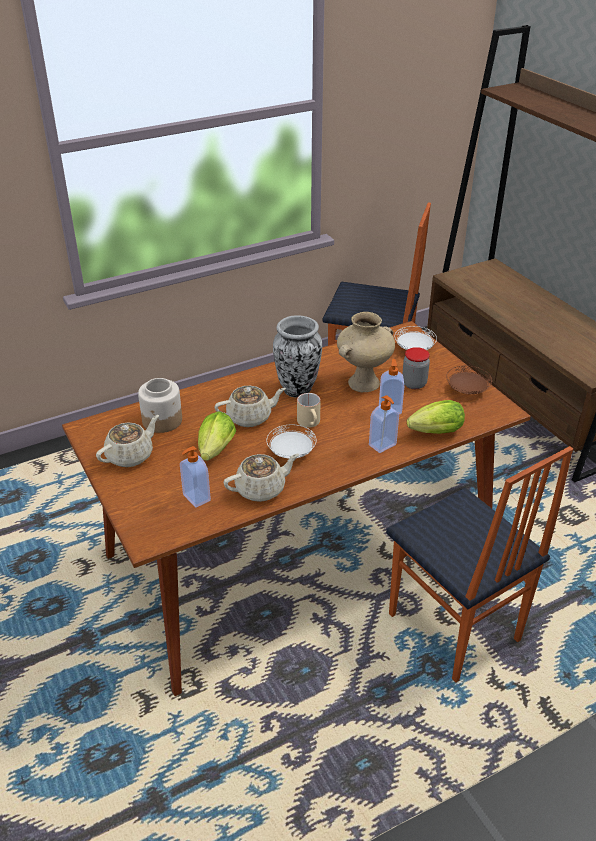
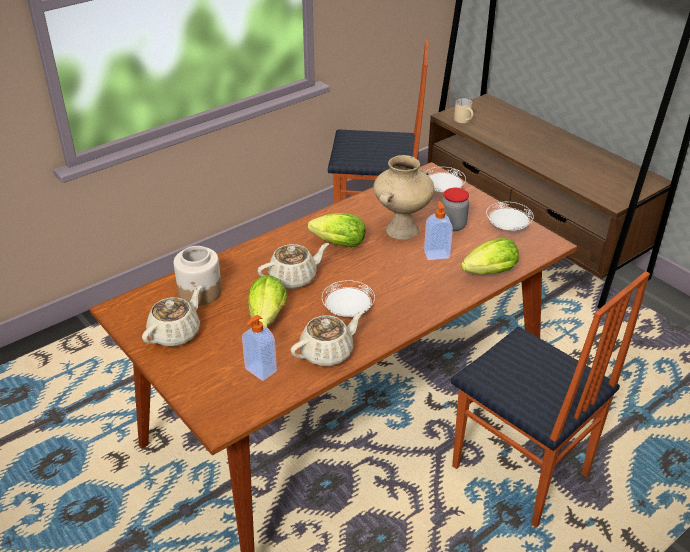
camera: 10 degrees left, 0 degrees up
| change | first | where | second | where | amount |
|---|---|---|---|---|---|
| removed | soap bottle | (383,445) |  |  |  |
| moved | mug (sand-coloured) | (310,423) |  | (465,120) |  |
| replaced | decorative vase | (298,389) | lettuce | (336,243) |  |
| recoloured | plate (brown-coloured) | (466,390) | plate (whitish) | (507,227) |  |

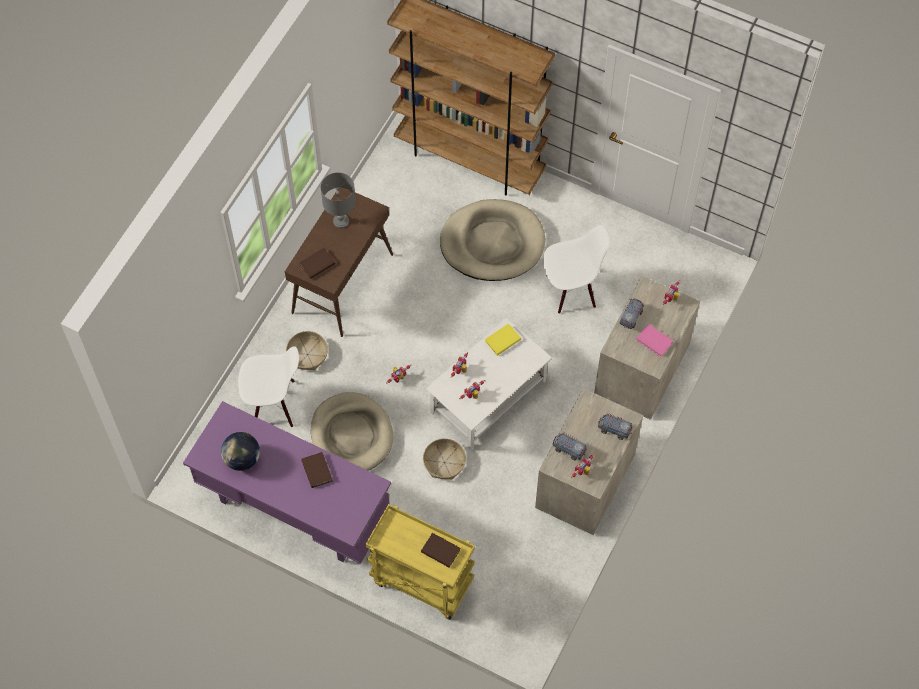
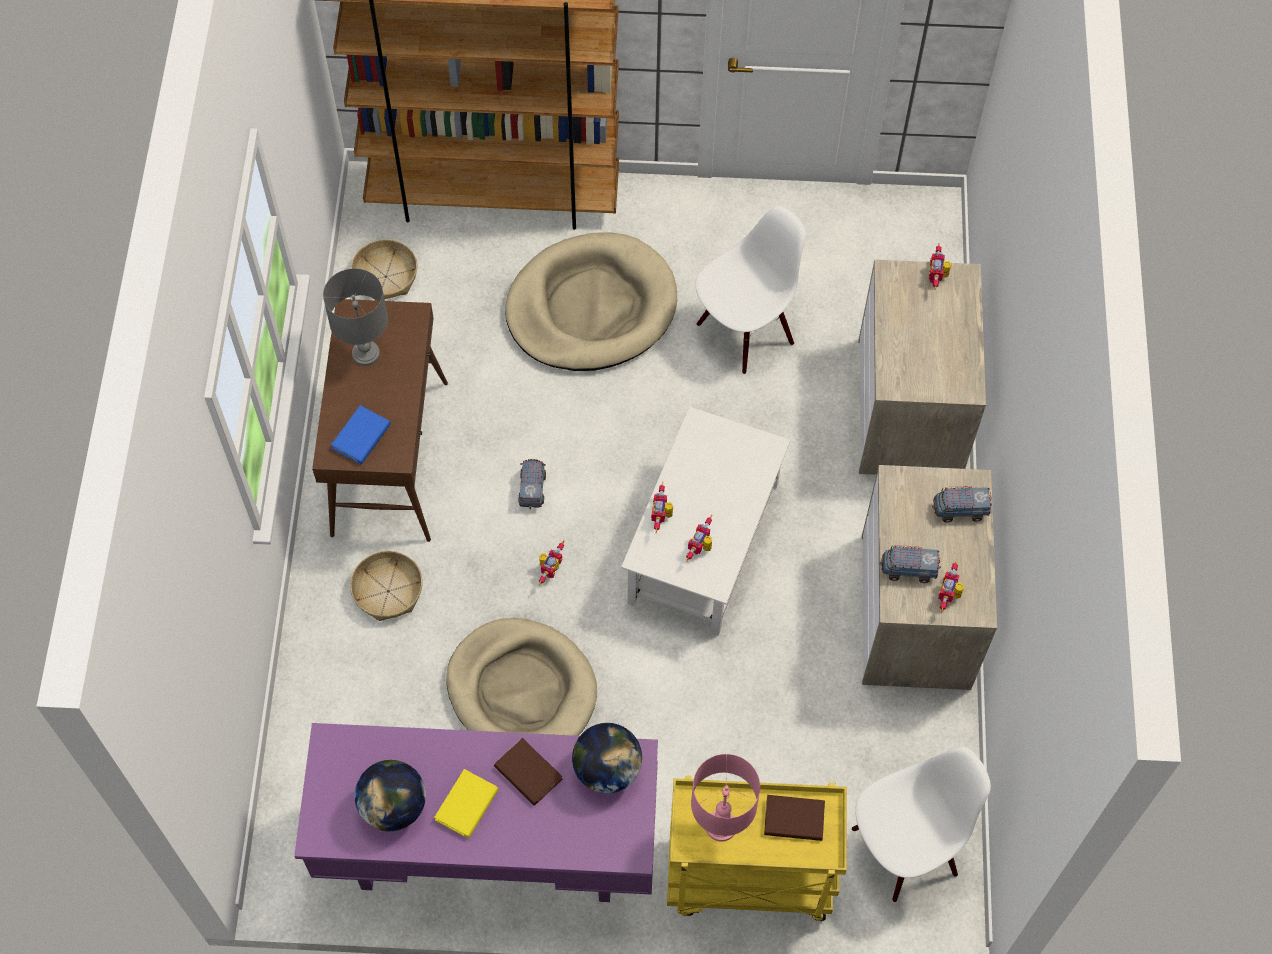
camera: 25 degrees left, 0 degrees up
| change | first | where | second | where | amount |
|---|---|---|---|---|---|
| removed | bound book (pink) | (654,341) |  |  |  |
| added |  |  | world globe | (607,769) |  |
| added |  |  | lamp for a table (pink) | (720,827) |  |
| moved | plain chair (whitish) | (274,404) |  | (904,849) |  |
| moved | basket | (444,462) |  | (386,276) |  |
| moved | bound book (yellowish) | (503,341) |  | (467,805) |  |
| moved | model truck | (631,317) |  | (532,489) |  |
| recoloured | bound book (brown-coloured) | (317,264) | bound book (blue) | (361,437) |  |

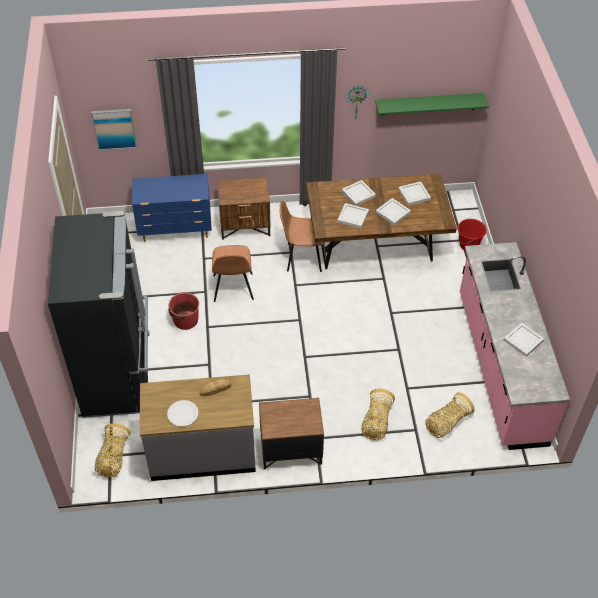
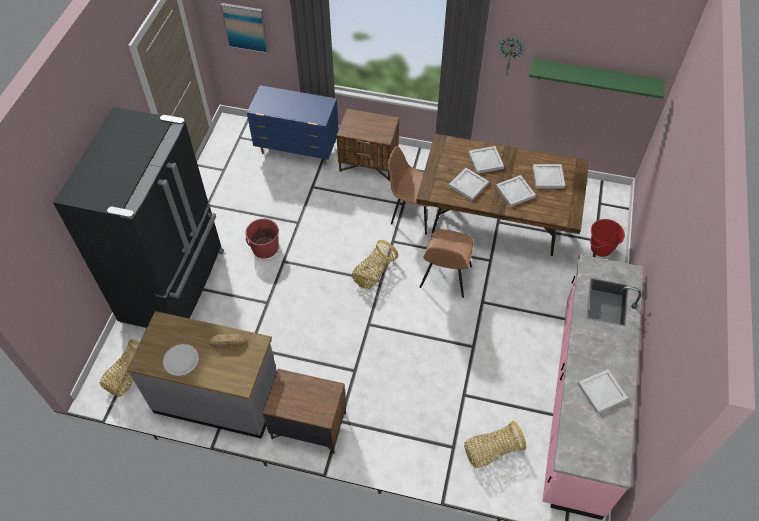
camera: 20 degrees right, 5 degrees up
| change | first | where | second | where | amount |
|---|---|---|---|---|---|
| moved | plain chair (brown-coloured) | (233,288) |  | (445,278) |  |
| moved | basket | (376,422) |  | (373,273) |  |

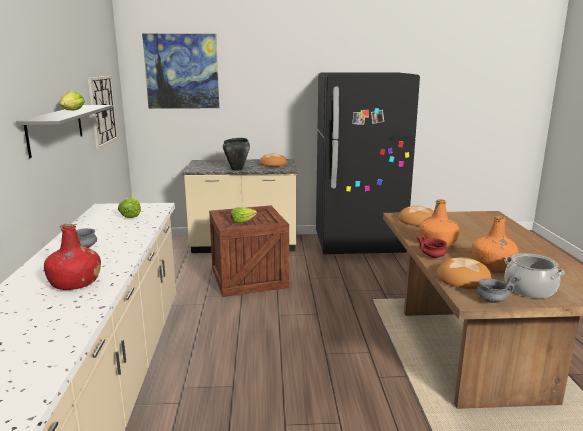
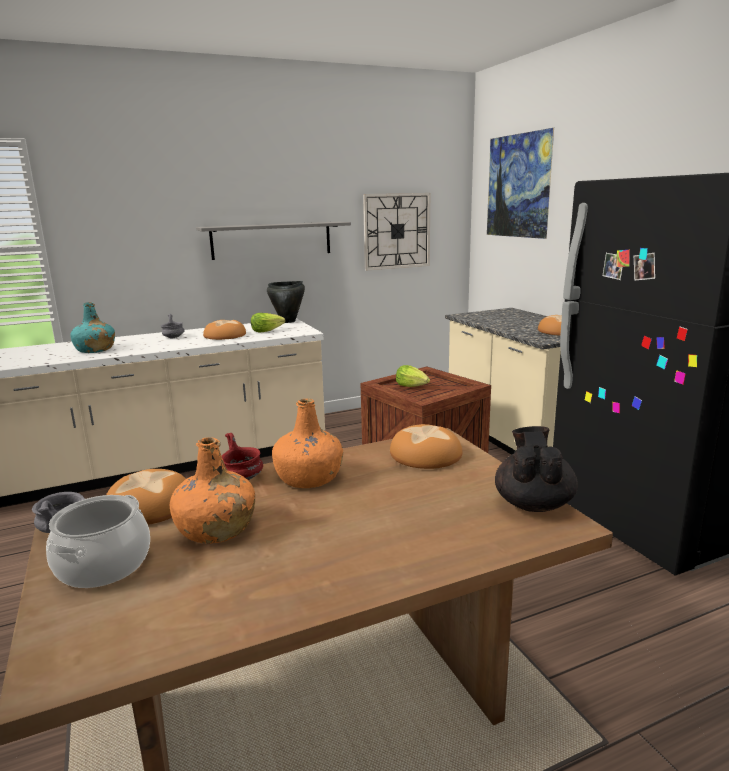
camera: 70 degrees right, 0 degrees up
| change | first | where | second | where | amount |
|---|---|---|---|---|---|
| removed | lettuce | (72,111) |  |  |  |
| added |  |  | bakery bread | (224,335) |  |
| added |  |  | teapot (black) | (533,503) |  |
| moved | stockpot (black) | (237,169) |  | (288,321) |  |
| recoloured | drink bottle (red-coloured) | (75,283) | drink bottle (turquoise-coloured) | (95,350) |  |

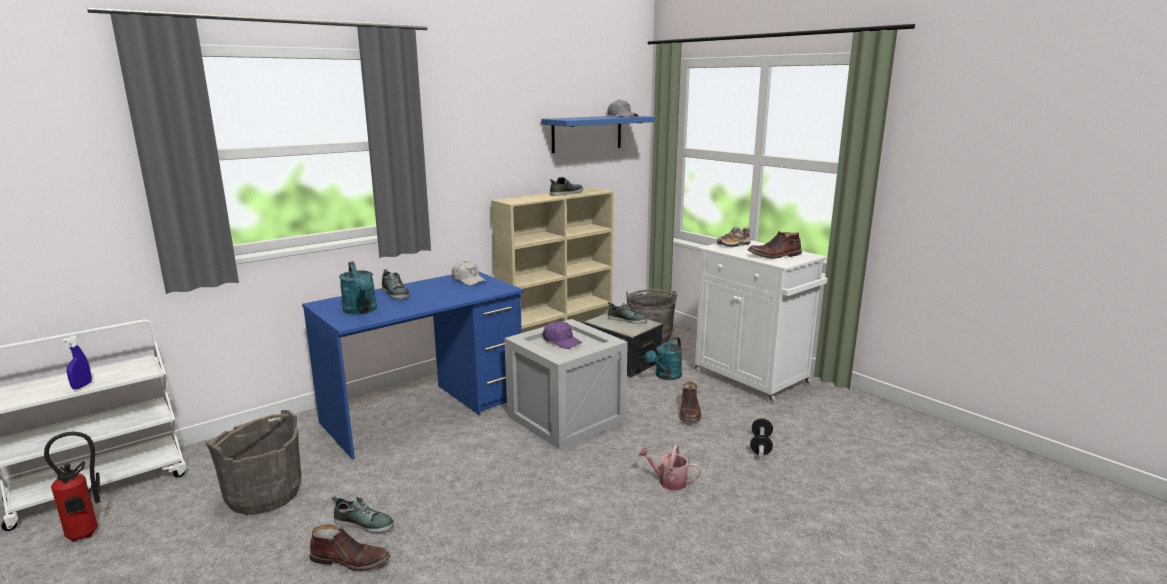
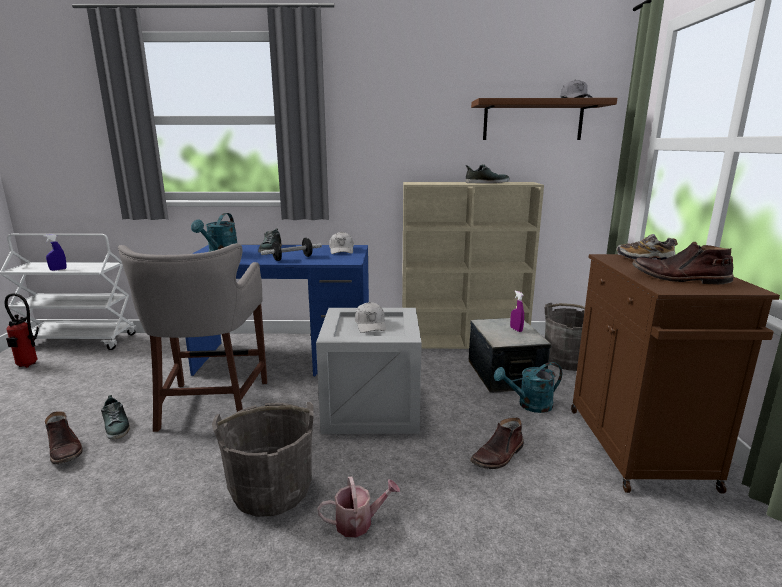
camera: 40 degrees right, 0 degrees up
| change | first | where | second | where | amount |
|---|---|---|---|---|---|
| added |  |  | sitting stool (grey) | (211,406) |  |
| moved | pail (grey) | (264,495) |  | (271,489) |  |
| moved | hand weight | (761,445) |  | (292,258) |  |
| replaced | item of footwear | (627,320) | sprayer (purple) | (516,329) |  |
| recoloured | wall shelf (blue) | (587,133) | wall shelf (brown-coloured) | (533,121) |  |
| recoloured | cap (purple) | (561,341) | cap (whitish) | (370,325) |  |
| recoloured | storage cabinet (whitish) | (752,379) | storage cabinet (brown-coloured) | (639,449) |  |
| turned | sprinkling can | (668,481) |  | (359,522) | 105 degrees clockwise |

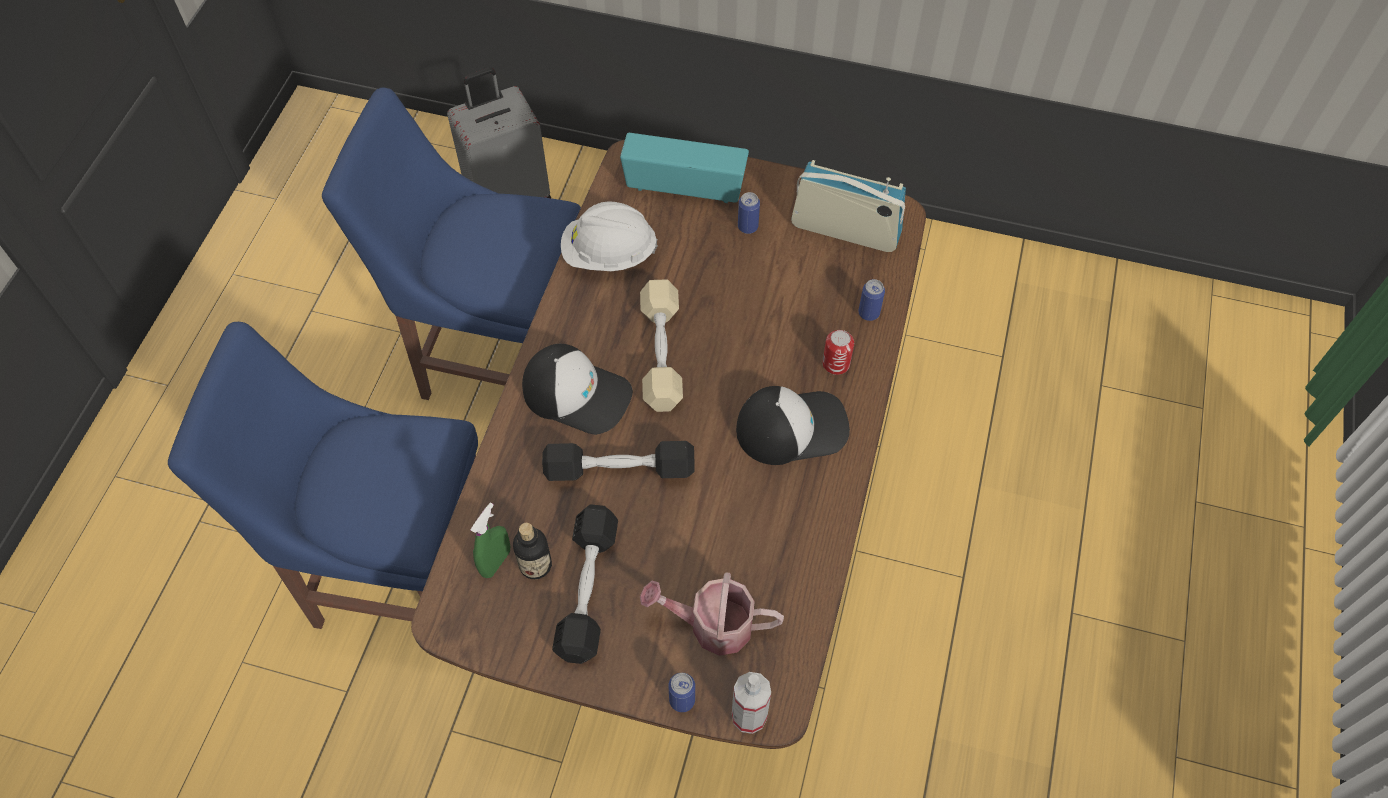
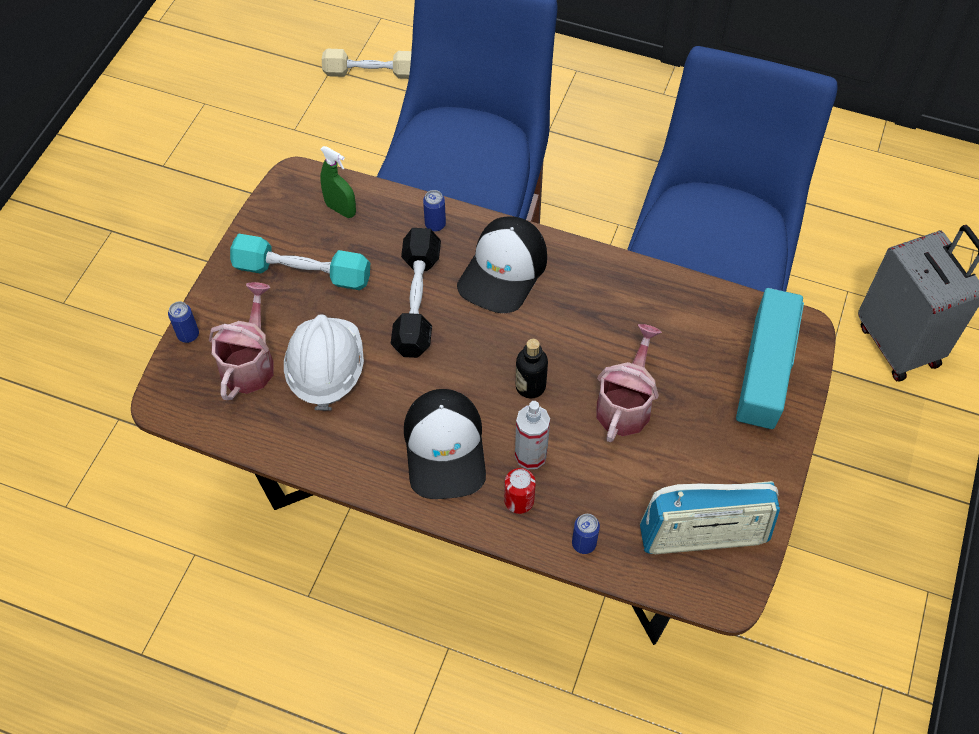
camera: 95 degrees right, 0 degrees up
| change | first | where | second | where | amount |
|---|---|---|---|---|---|
| added |  |  | sprinkling can | (625,403) |  |
| moved | drink bottle | (535,565) |  | (530,386) |  |
| moved | hard hat (whitish) | (609,254) |  | (326,370) |  |
| moved | hand weight (sand-coloured) | (661,354) |  | (371,72) |  |
| moved | sprayer | (749,716) |  | (530,455) |  |
| moved | sealed can | (747,227) |  | (435,224) |  |
| recoloured | hand weight (black) | (587,590) | hand weight (turquoise-coloured) | (302,272) |  |
| turned | radio | (845,230) |  | (703,535) | 60 degrees clockwise |

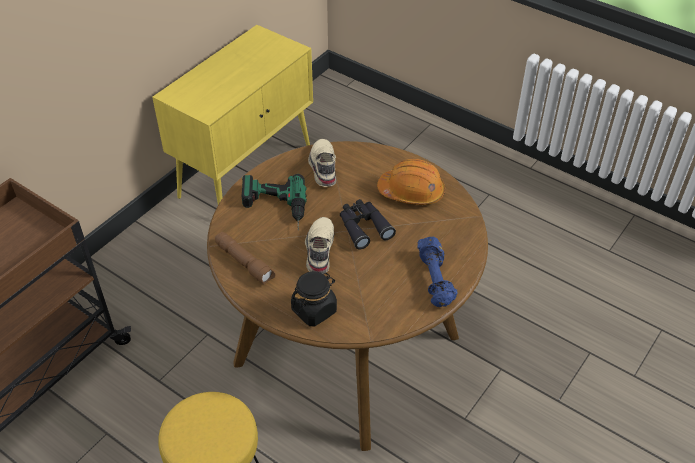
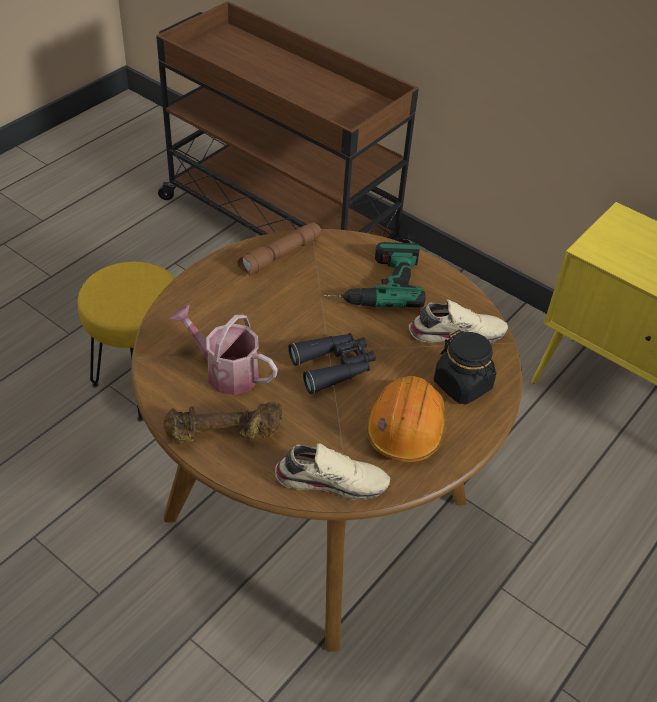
camera: 90 degrees right, 0 degrees up
| change | first | where | second | where | amount |
|---|---|---|---|---|---|
| added |  |  | sprinkling can | (225,371) |  |
| moved | jar (black) | (314,310) |  | (463,385) |  |
| moved | item of footwear (sand-coloured) | (318,250) |  | (332,480) |  |
| recoloured | hand weight (blue) | (436,280) | hand weight (brown-coloured) | (224,435) |  |

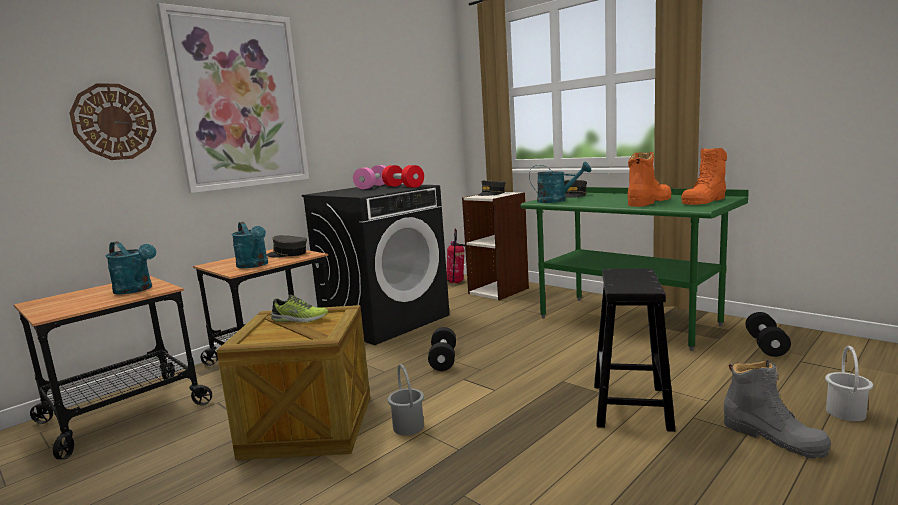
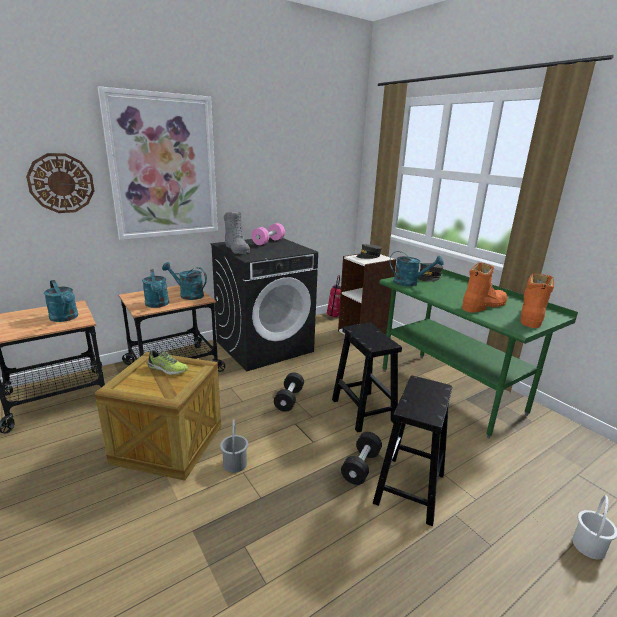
camera: 10 degrees right, 10 degrees up
| change | first | where | second | where | amount |
|---|---|---|---|---|---|
| removed | hand weight (red-coloured) | (403,186) |  |  |  |
| added |  |  | sitting stool (black) | (362,410) |  |
| moved | high-top boot (grey) | (773,437) |  | (237,249) |  |
| moved | hand weight (black) | (766,345) |  | (361,466) |  |
| replaced | cap (grey) | (287,254) | sprinkling can (turquoise-coloured) | (188,295) |  |
| turned | high-top boot (orangey) | (704,201) |  | (531,317) | 150 degrees clockwise |

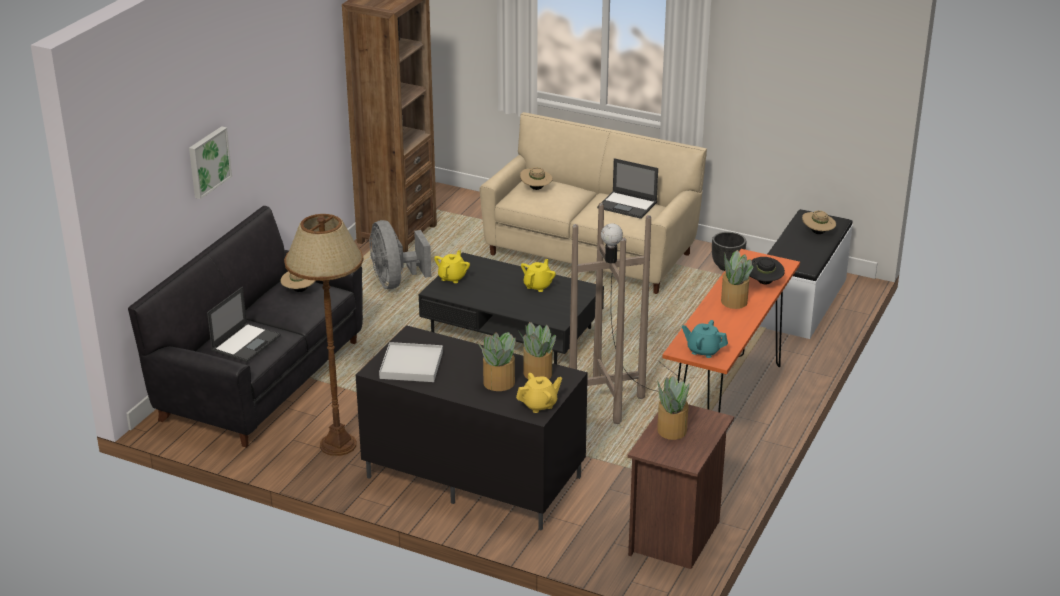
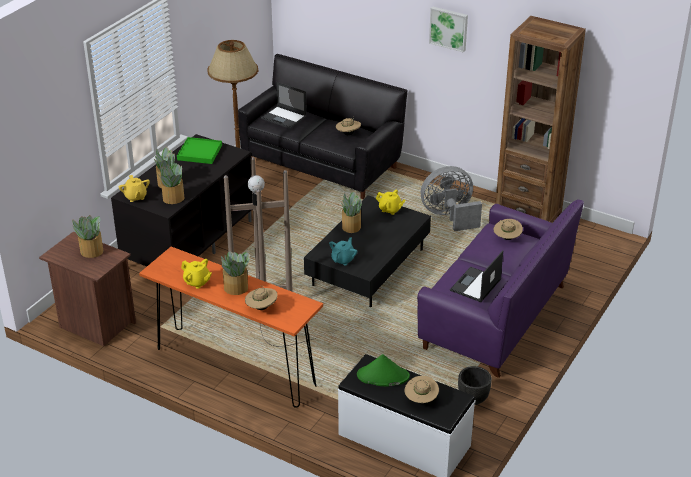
camera: 95 degrees right, 5 degrees up
| change | first | where | second | where | amount |
|---|---|---|---|---|---|
| added |  |  | potted plant | (351,226) |  |
| added |  |  | wearable hat (greenish) | (382,376) |  |
| moved | wall art | (208,161) |  | (449,28) |  |
| moved | teapot (yellowish) | (538,286) |  | (197,282) |  |
| moved | teapot (turquoise-coloured) | (703,350) |  | (343,259) |  |
| recoloured | serving tray (whitish) | (411,365) | serving tray (greenish) | (200,152) |  |
| recoloured | couch (sand-coloured) | (590,254) | couch (purple) | (495,317) |  |
| recoloured | wearable hat (black) | (764,282) | wearable hat (sand-coloured) | (261,307) |  |

